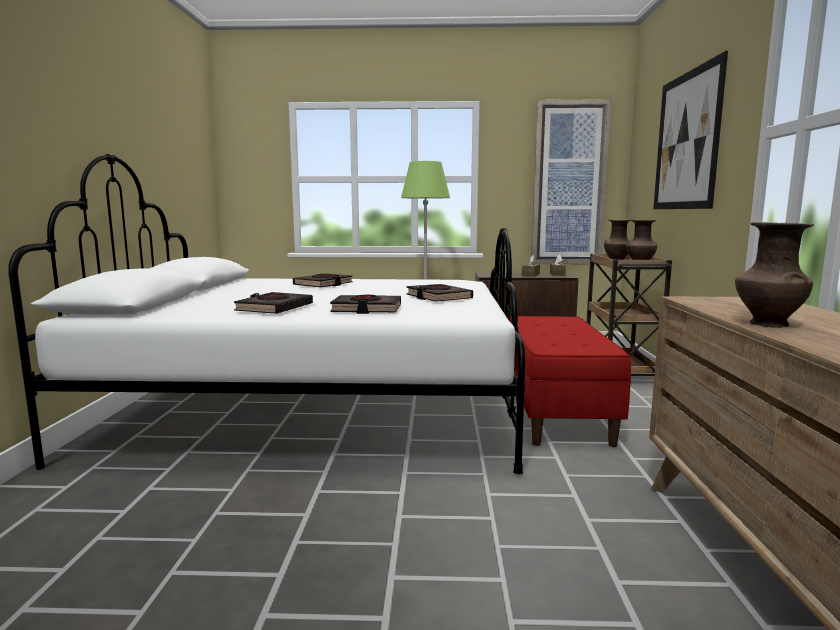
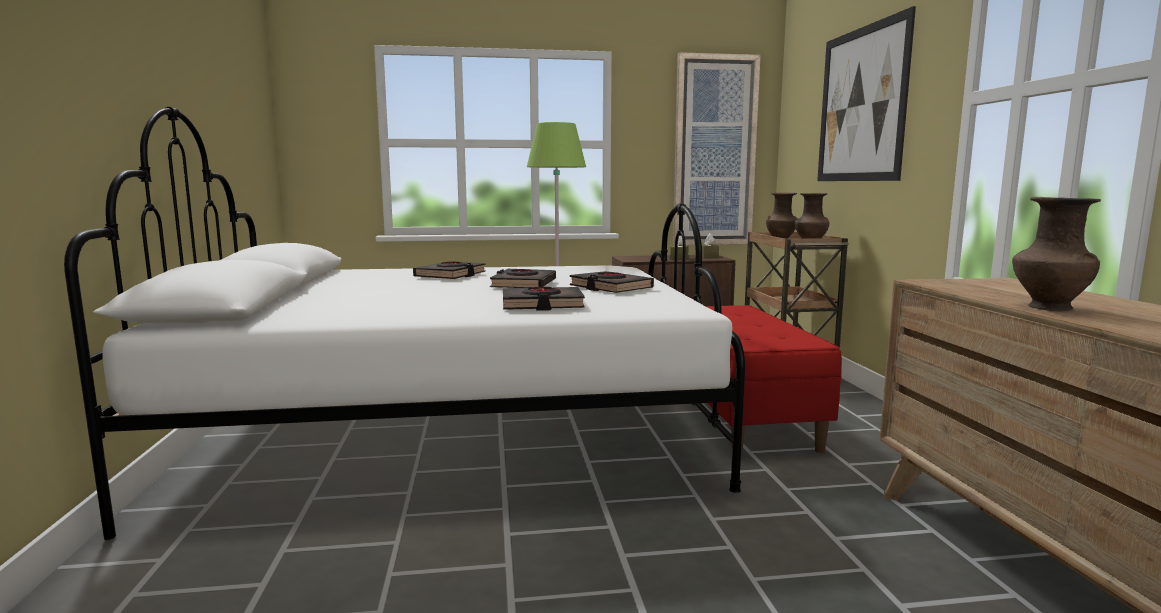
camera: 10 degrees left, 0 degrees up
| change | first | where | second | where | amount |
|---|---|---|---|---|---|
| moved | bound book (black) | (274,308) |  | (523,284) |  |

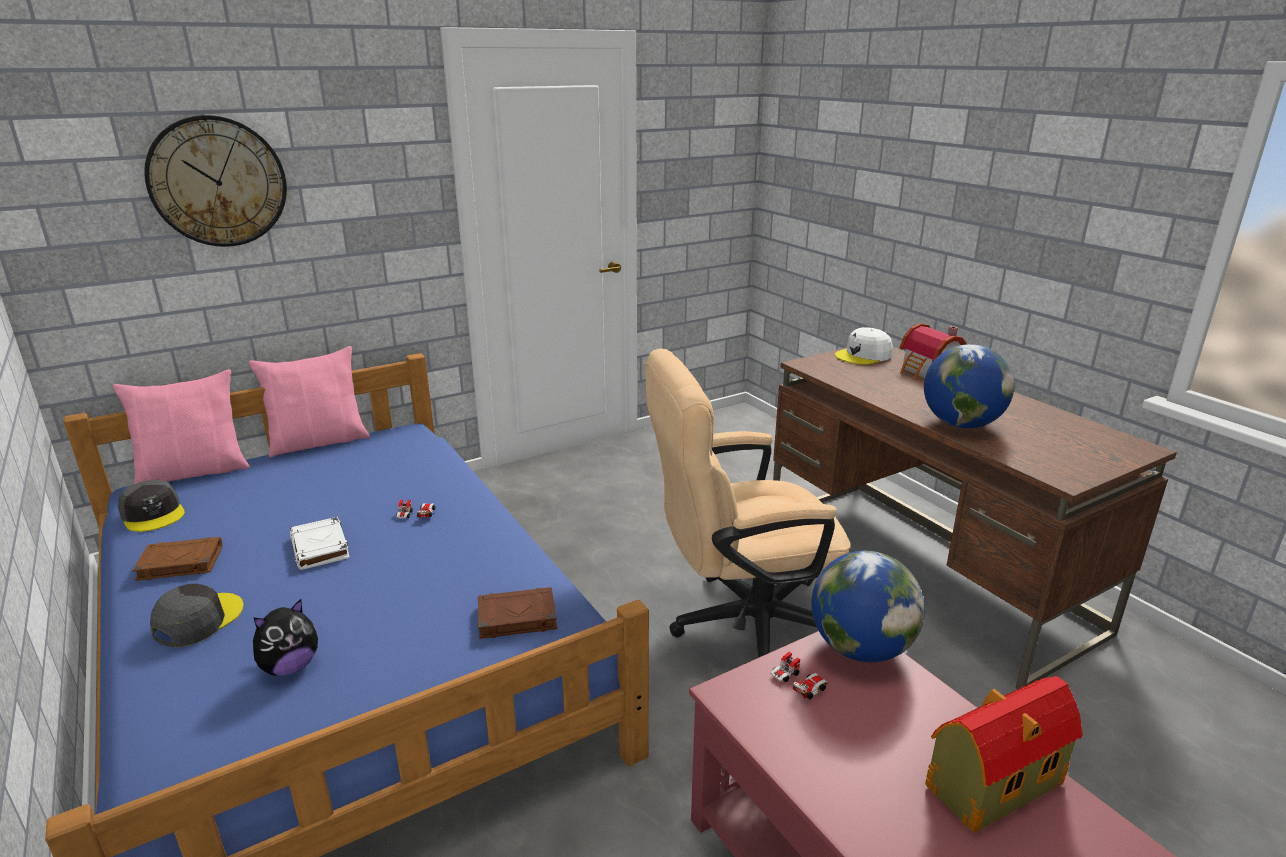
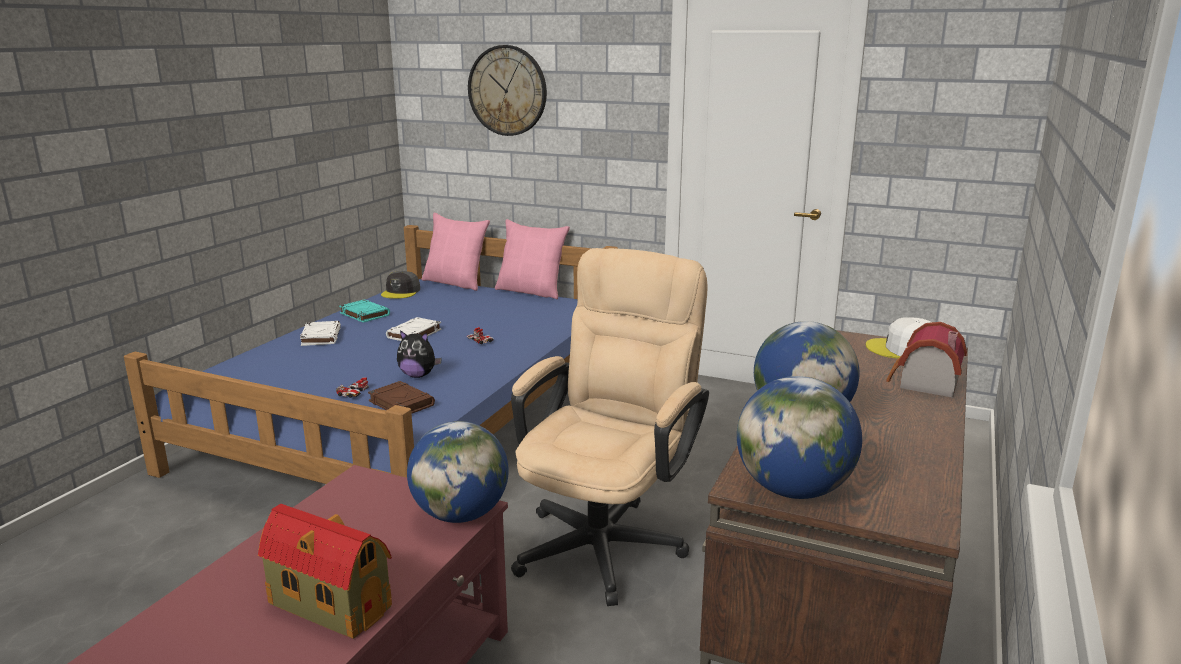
camera: 55 degrees right, 5 degrees down
| change | first | where | second | where | amount |
|---|---|---|---|---|---|
| added |  |  | world globe | (793,490) |  |
| moved | cuddly toy | (290,667) |  | (418,375) |  |
| moved | model car | (798,683) |  | (354,393) |  |
| replaced | cap (grey) | (198,620) | bound book (whitish) | (321,337) |  |
| recoloured | bound book (brown-coloured) | (179,563) | bound book (turquoise-coloured) | (364,314) |  |
| turned | computer chair (sand-coloured) | (741,624) |  | (607,538) | 75 degrees clockwise |

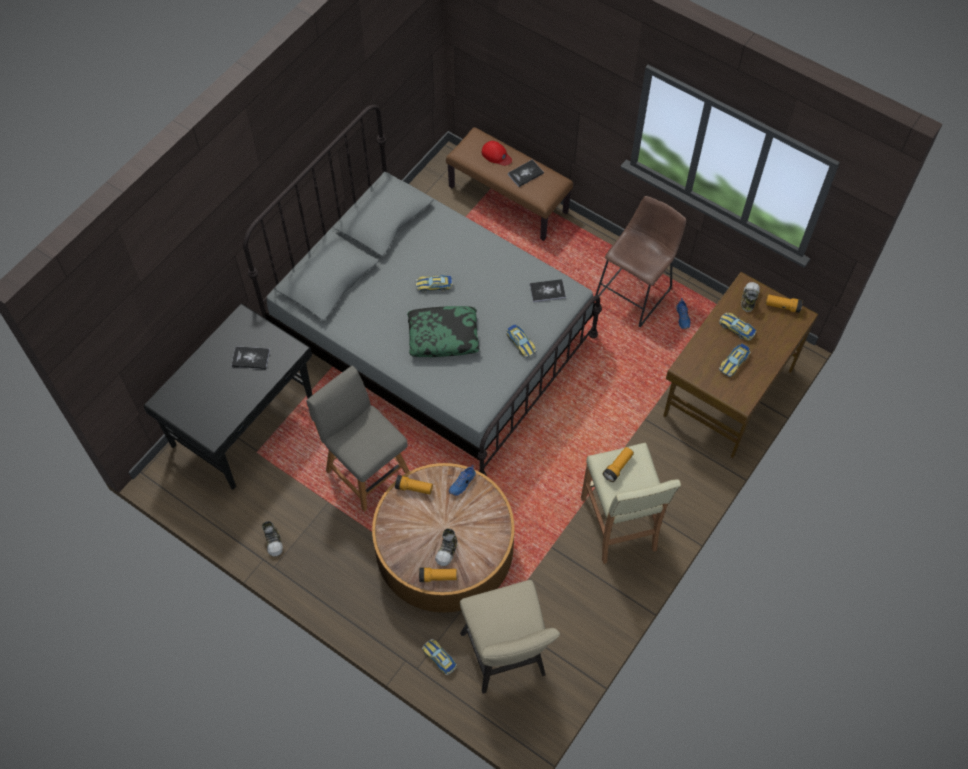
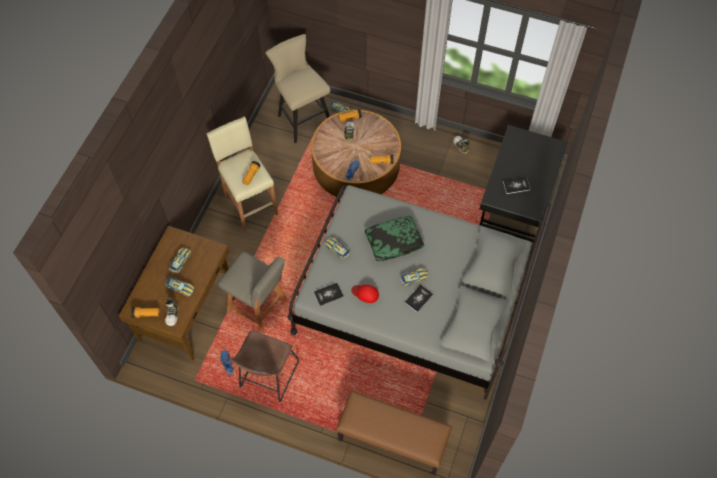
camera: 165 degrees right, 0 degrees up
| change | first | where | second | where | amount |
|---|---|---|---|---|---|
| moved | plain chair (grey) | (366,470) |  | (259,306) |  |
| moved | cap (red-coloured) | (496,155) |  | (365,293) |  |
| moved | bound book | (525,174) |  | (418,298) |  |

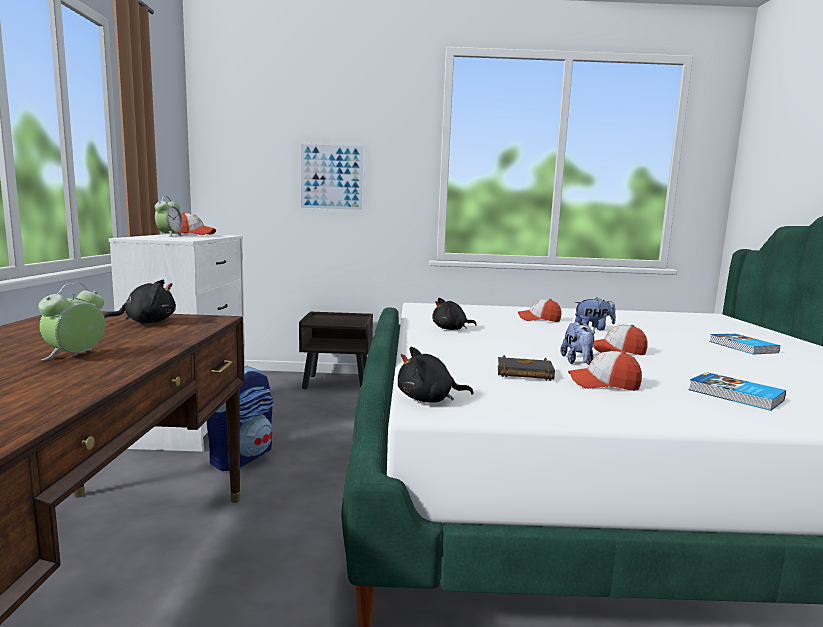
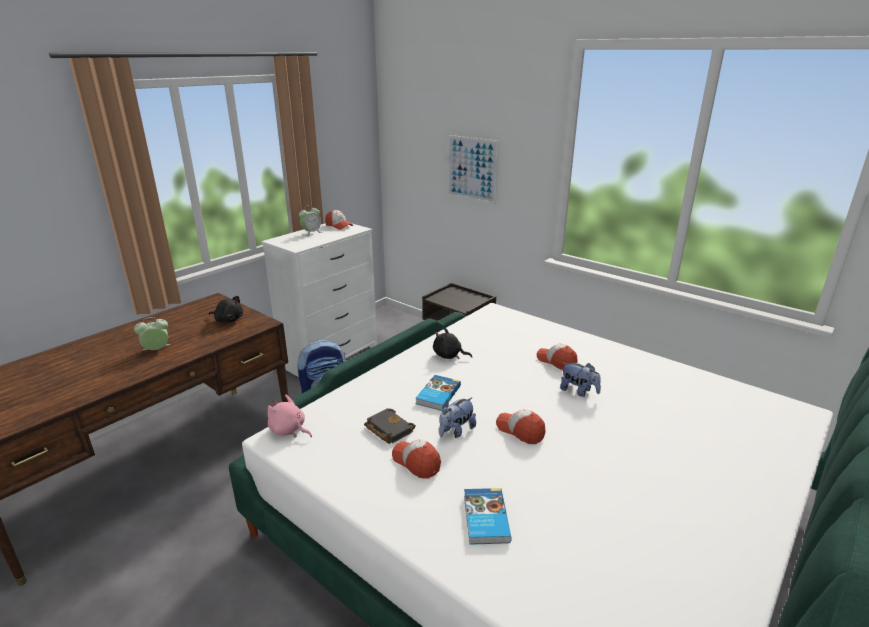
camera: 40 degrees right, 15 degrees up
| change | first | where | second | where | amount |
|---|---|---|---|---|---|
| moved | bound book | (742,347) |  | (437,395) |  |
| recoloured | cuddly toy (black) | (429,400) | cuddly toy (pink) | (289,430) |  |

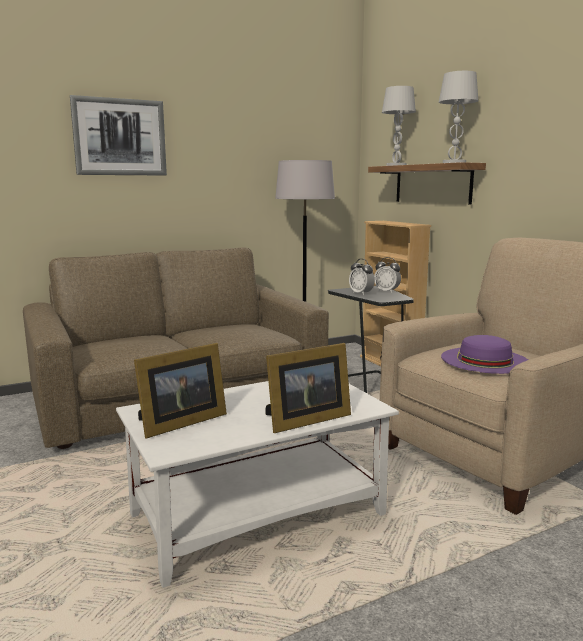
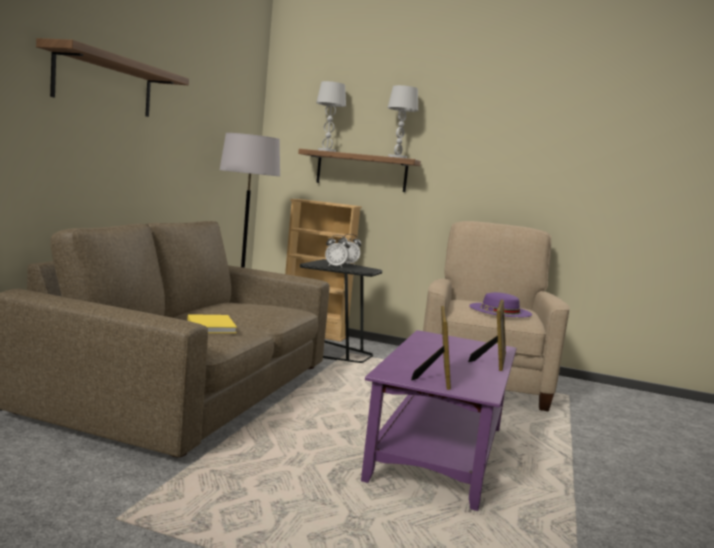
camera: 45 degrees left, 5 degrees down
| change | first | where | second | where | amount |
|---|---|---|---|---|---|
| added |  |  | bound book (yellowish) | (211,326) |  |
| replaced | wall art | (120,137) | wall shelf | (105,84) |  |
| recoloured | low table (whitish) | (259,514) | low table (purple) | (438,452) |  |

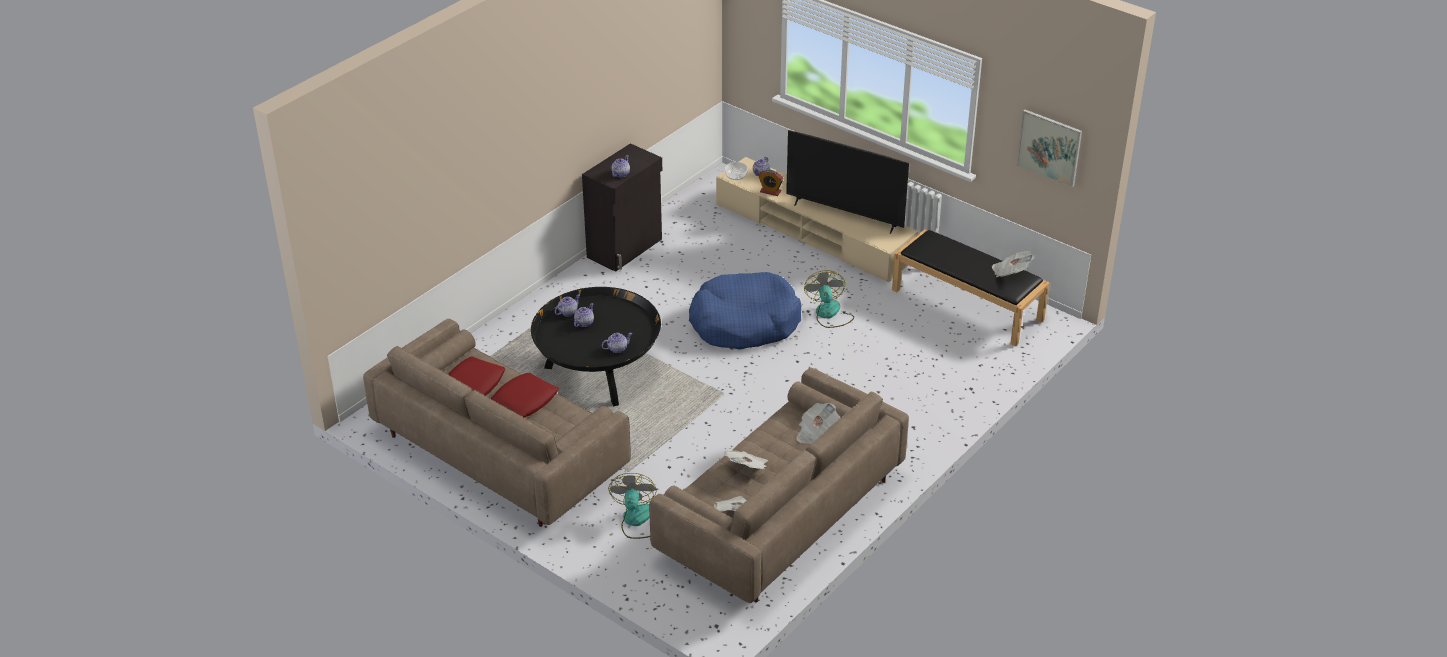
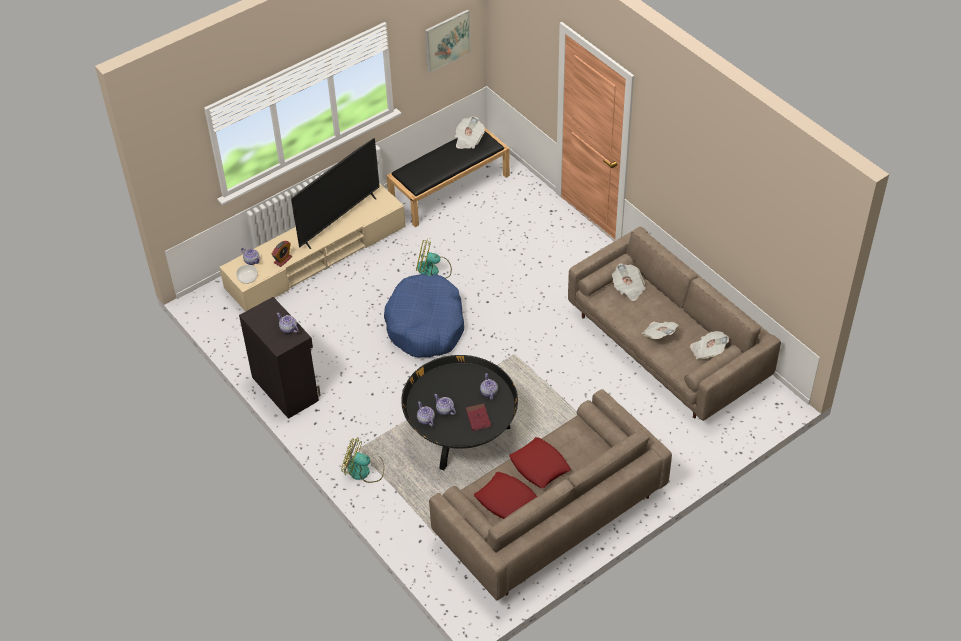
camera: 75 degrees left, 10 degrees up
| change | first | where | second | where | amount |
|---|---|---|---|---|---|
| added |  |  | bound book (red-coloured) | (478,418) |  |
| moved | cooling fan | (637,521) |  | (364,470) |  |

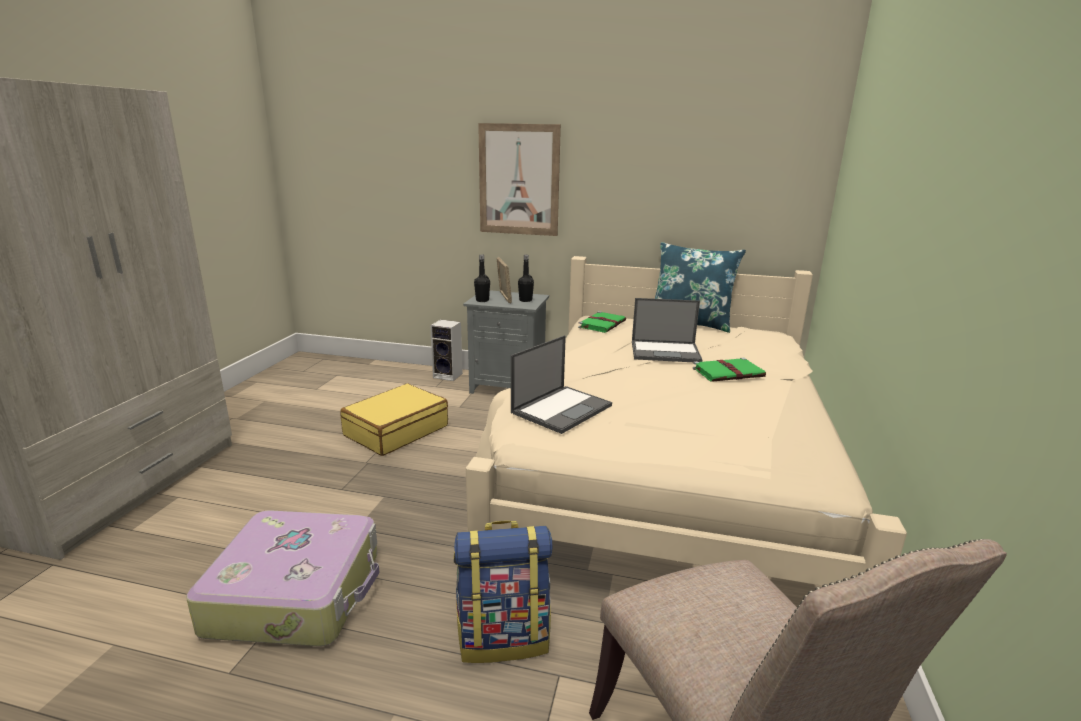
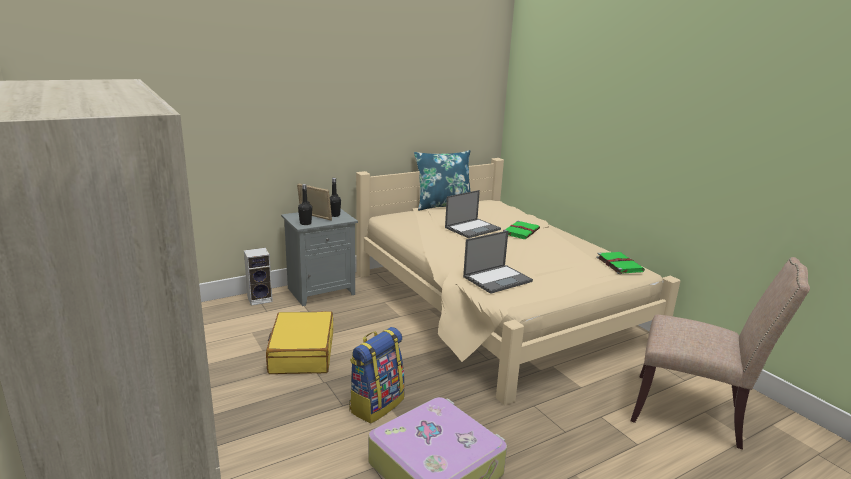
camera: 45 degrees left, 0 degrees up
| change | first | where | second | where | amount |
|---|---|---|---|---|---|
| removed | wall art | (519,180) |  |  |  |
| moved | knapsack | (504,637) |  | (376,404) |  |
| moved | bound book (greenish) | (602,324) |  | (618,264) |  |
| turned | notebook computer | (562,408) |  | (498,279) | 60 degrees clockwise |

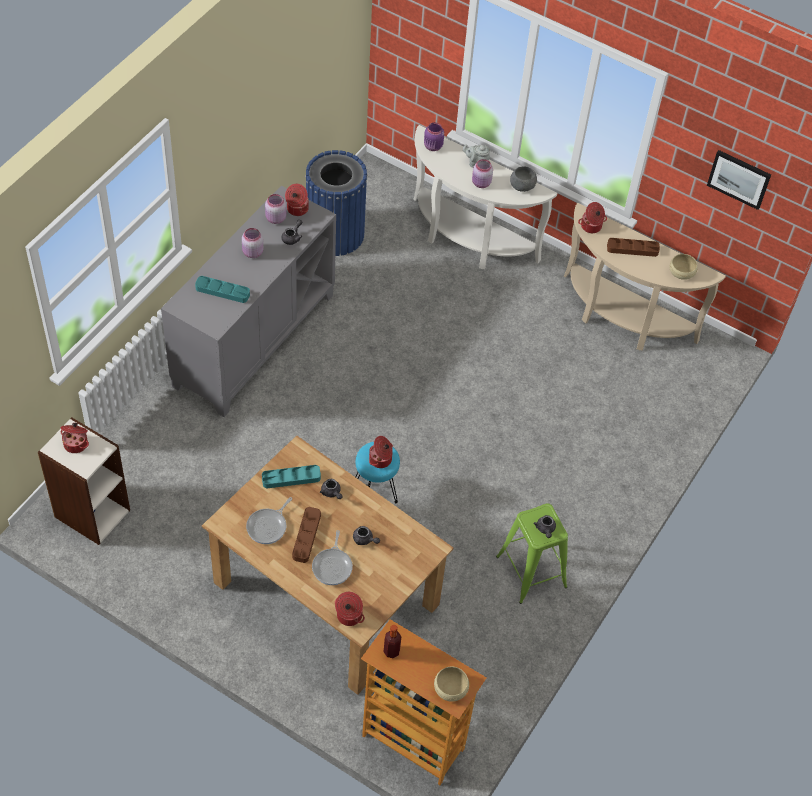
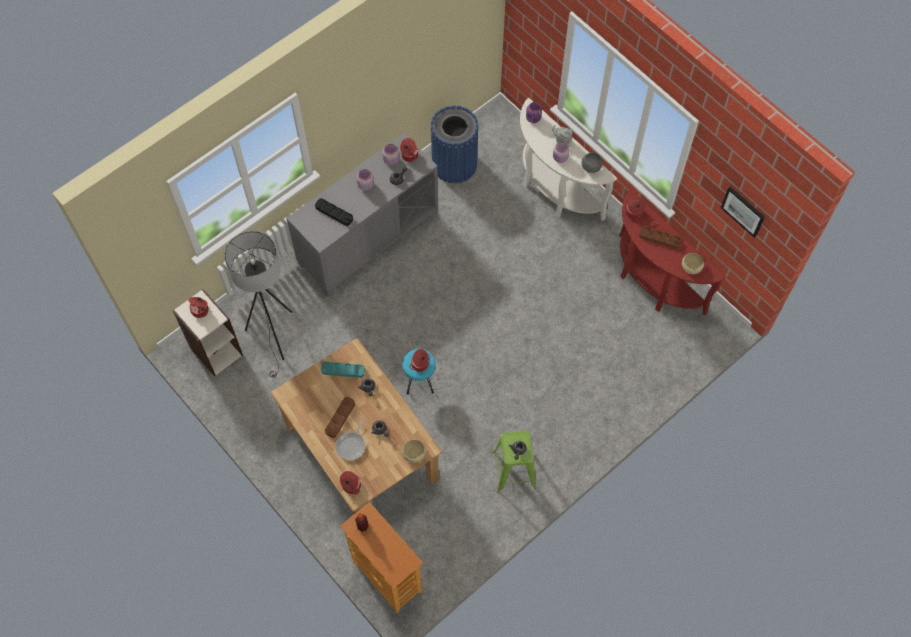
camera: 20 degrees right, 10 degrees up
| change | first | where | second | where | amount |
|---|---|---|---|---|---|
| removed | pan | (268,526) |  |  |  |
| added |  |  | standing lamp (grey) | (275,337) |  |
| moved | deep dish (sand-coloured) | (450,688) |  | (414,453) |  |
| recoloured | serving tray (turquoise-coloured) | (222,291) | serving tray (black) | (334,213) |  |
| recoloured | console table (sand-coloured) | (622,320) | console table (red-coloured) | (652,282) |  |

